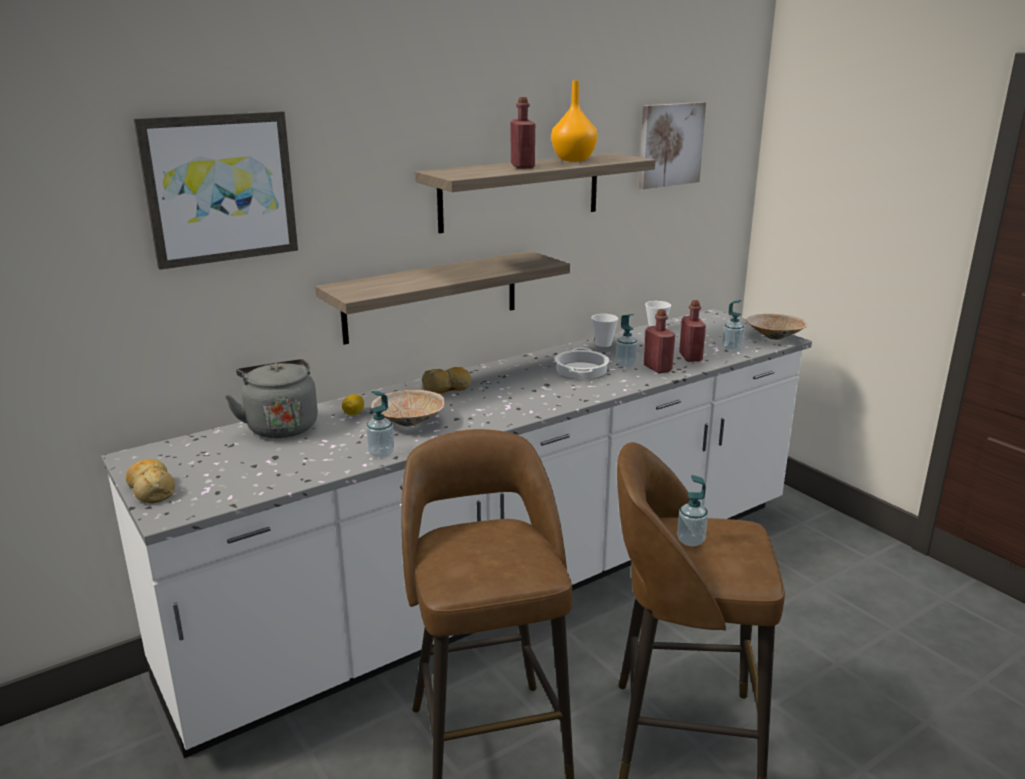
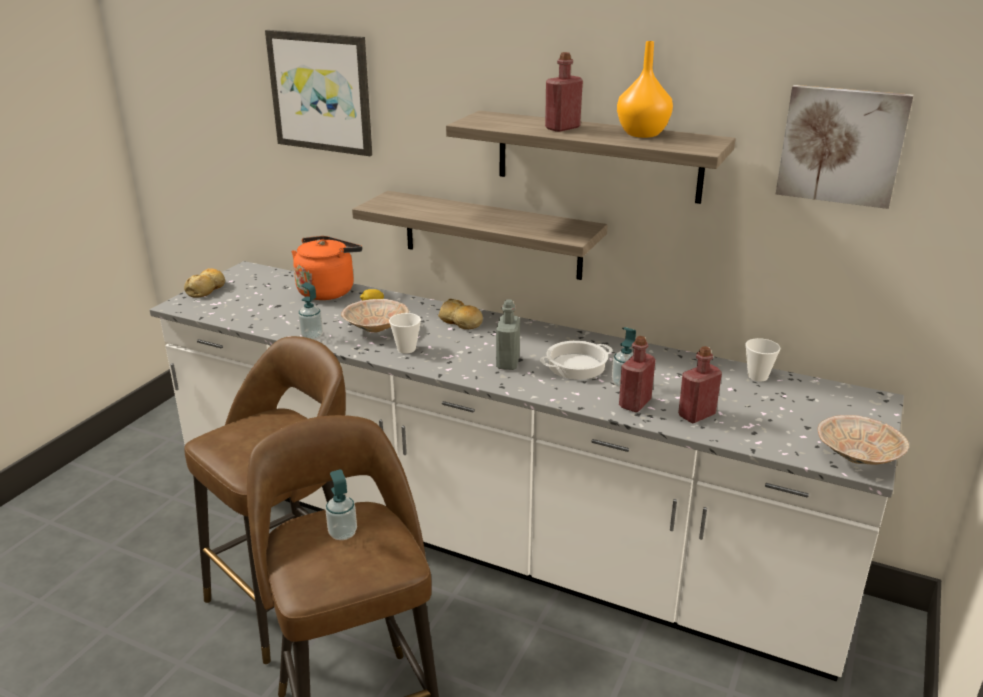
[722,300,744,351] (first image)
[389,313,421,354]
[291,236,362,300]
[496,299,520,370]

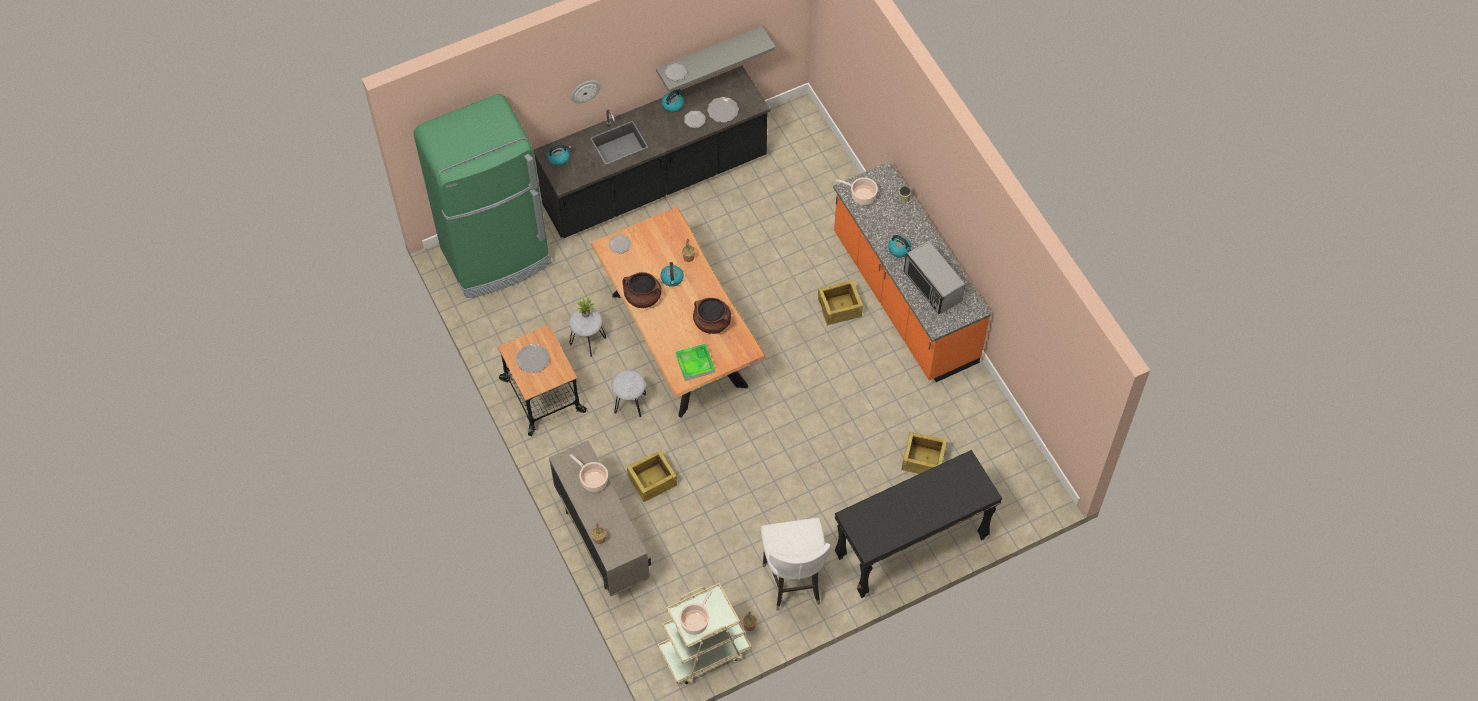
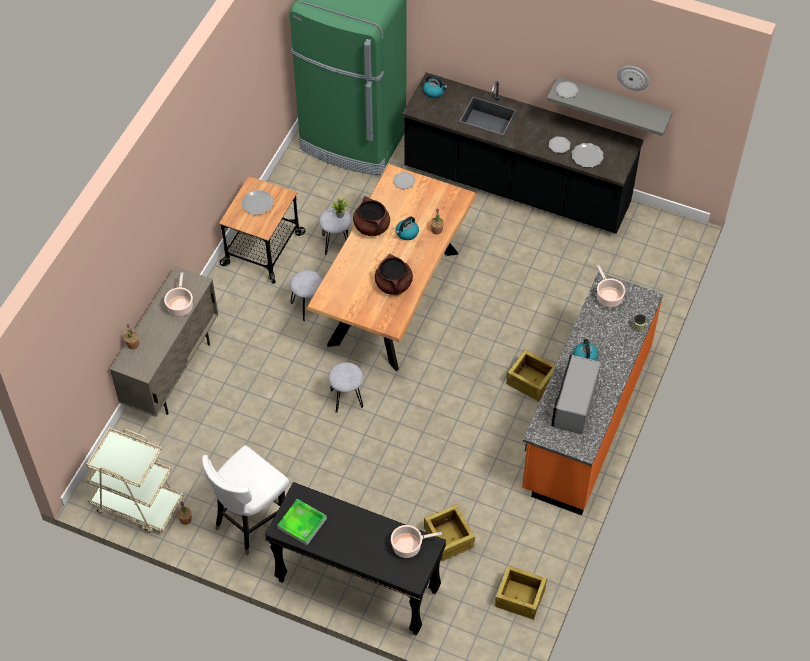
[617,66,649,91]
[662,88,684,112] (first image)
[277,499,327,545]
[495,565,547,620]
[391,525,442,558]
[328,362,363,413]

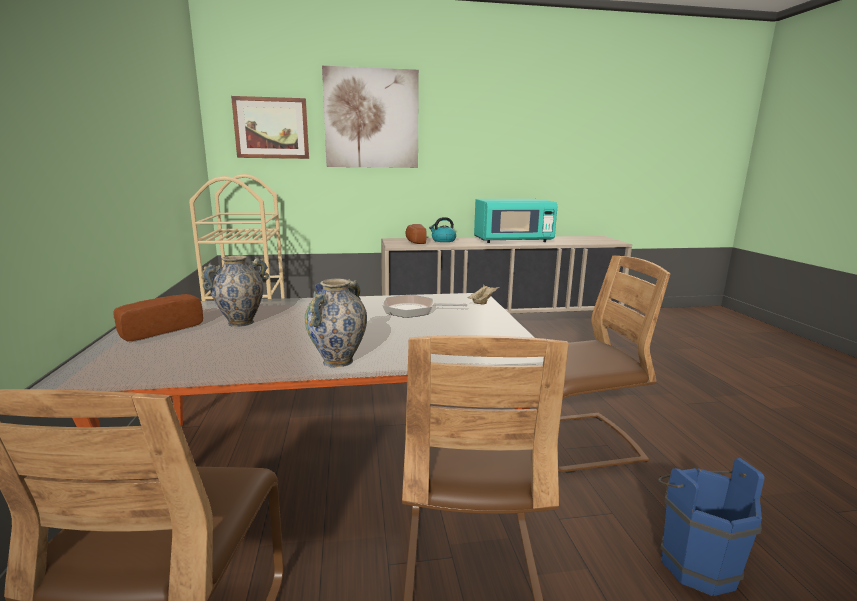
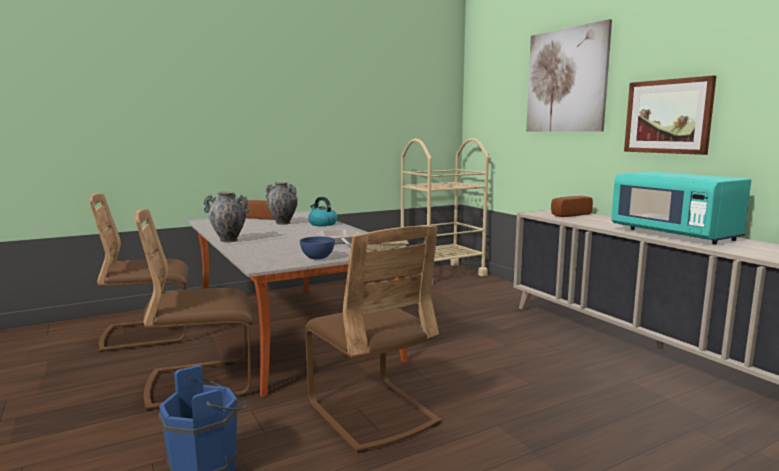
[624,76,716,155]
[308,197,337,226]
[300,236,335,259]

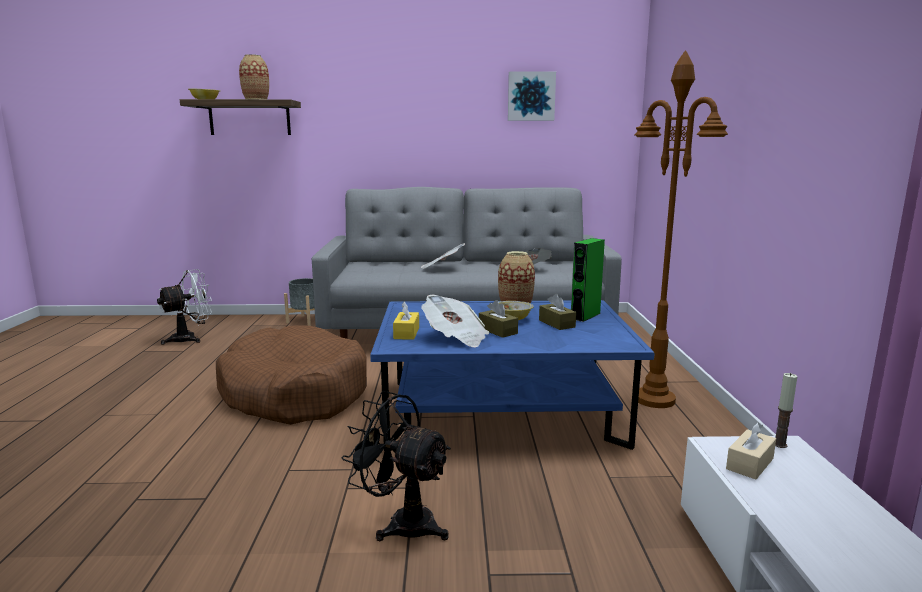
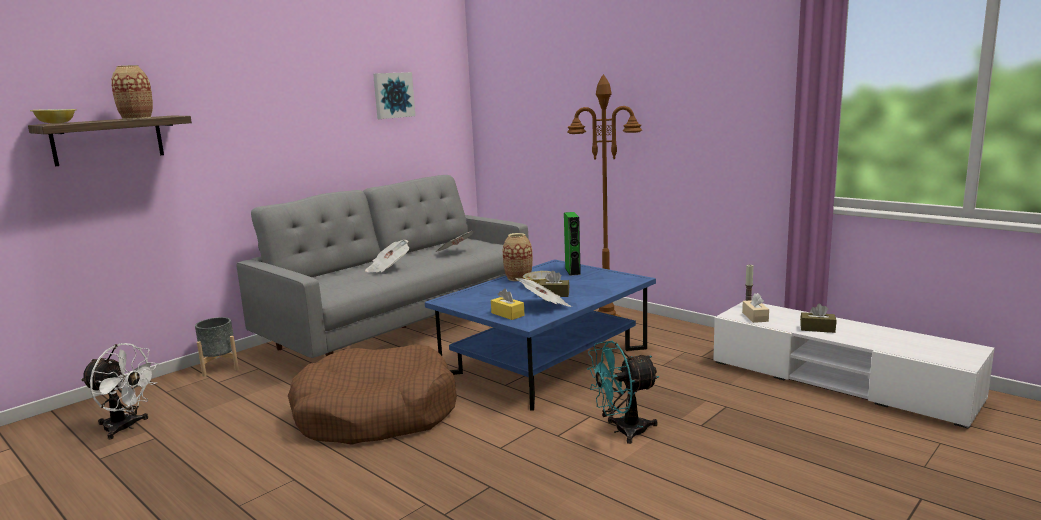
[81,343,158,440]
[800,304,836,333]
[587,341,659,444]

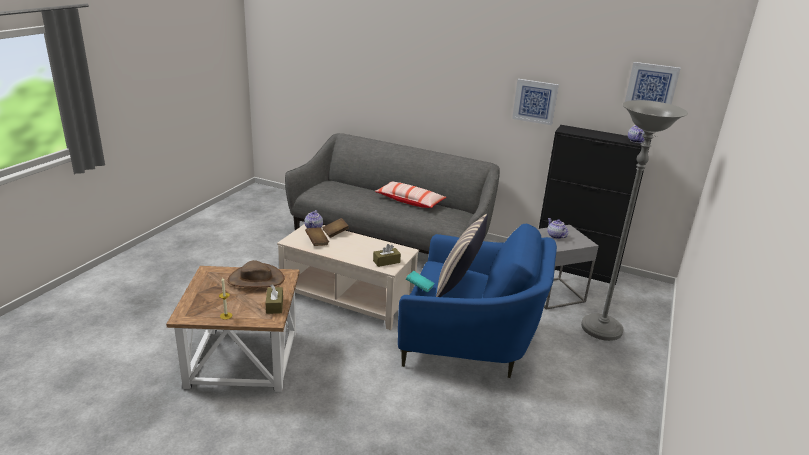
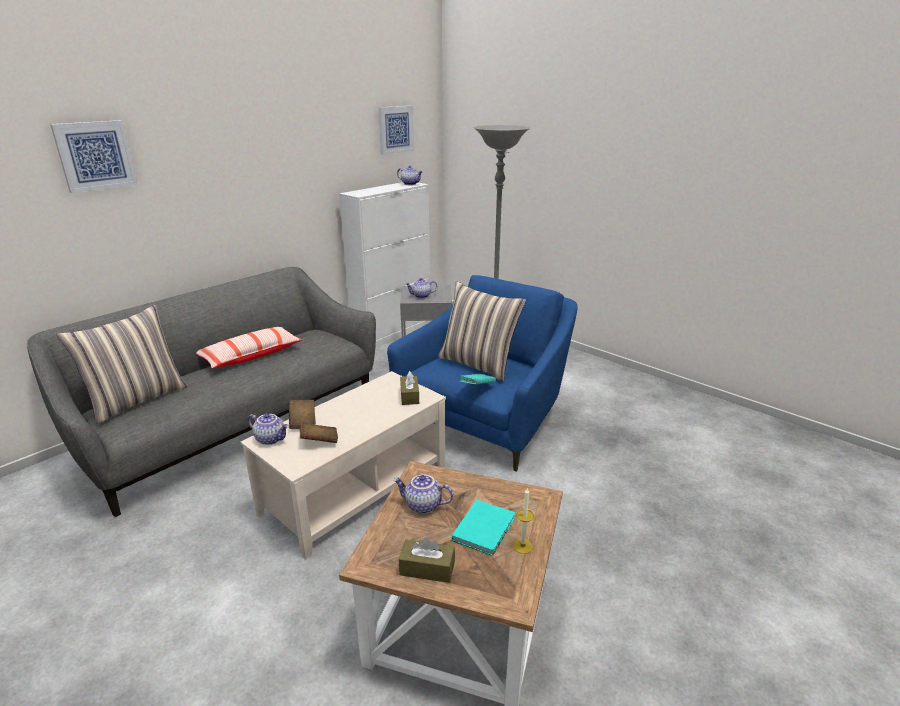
[50,120,138,193]
[339,182,431,348]
[393,475,453,514]
[399,537,455,583]
[57,305,188,424]
[452,500,515,556]

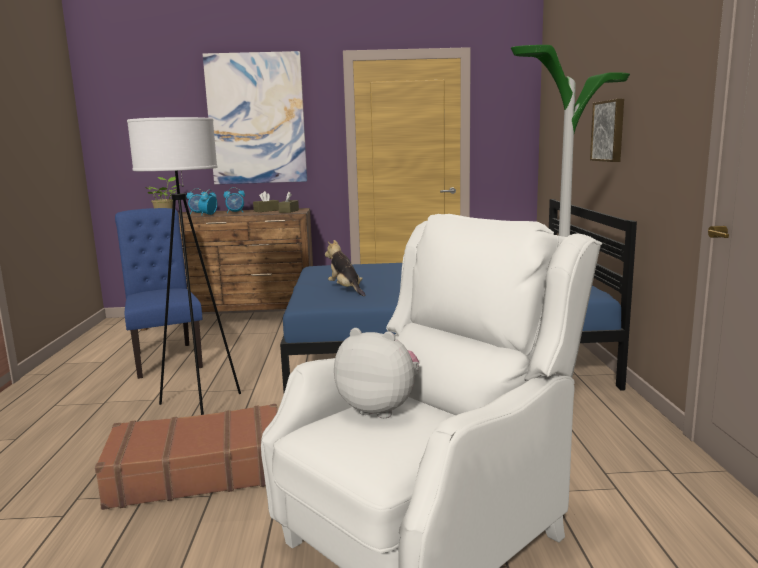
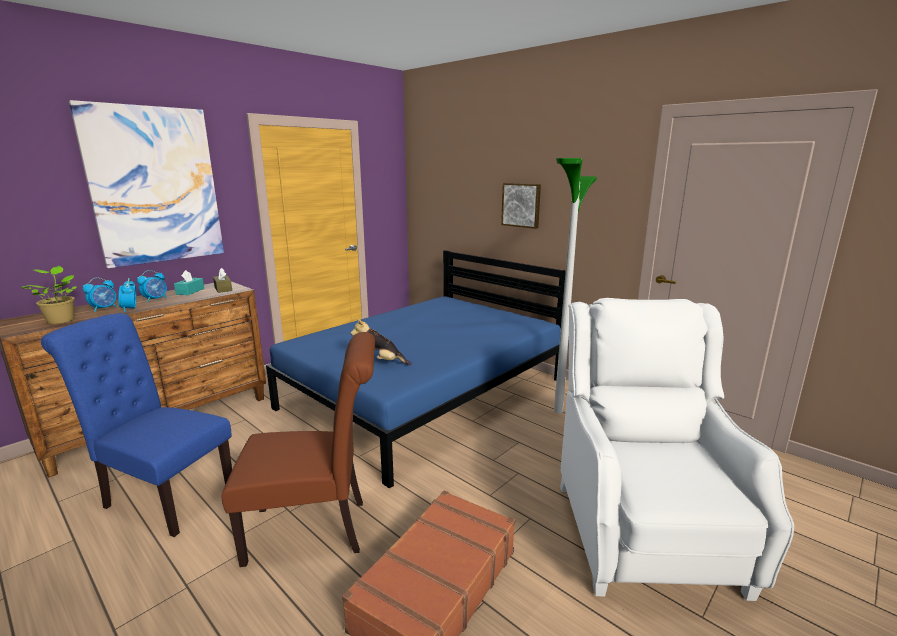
[222,332,375,567]
[174,270,204,295]
[334,328,419,418] (first image)

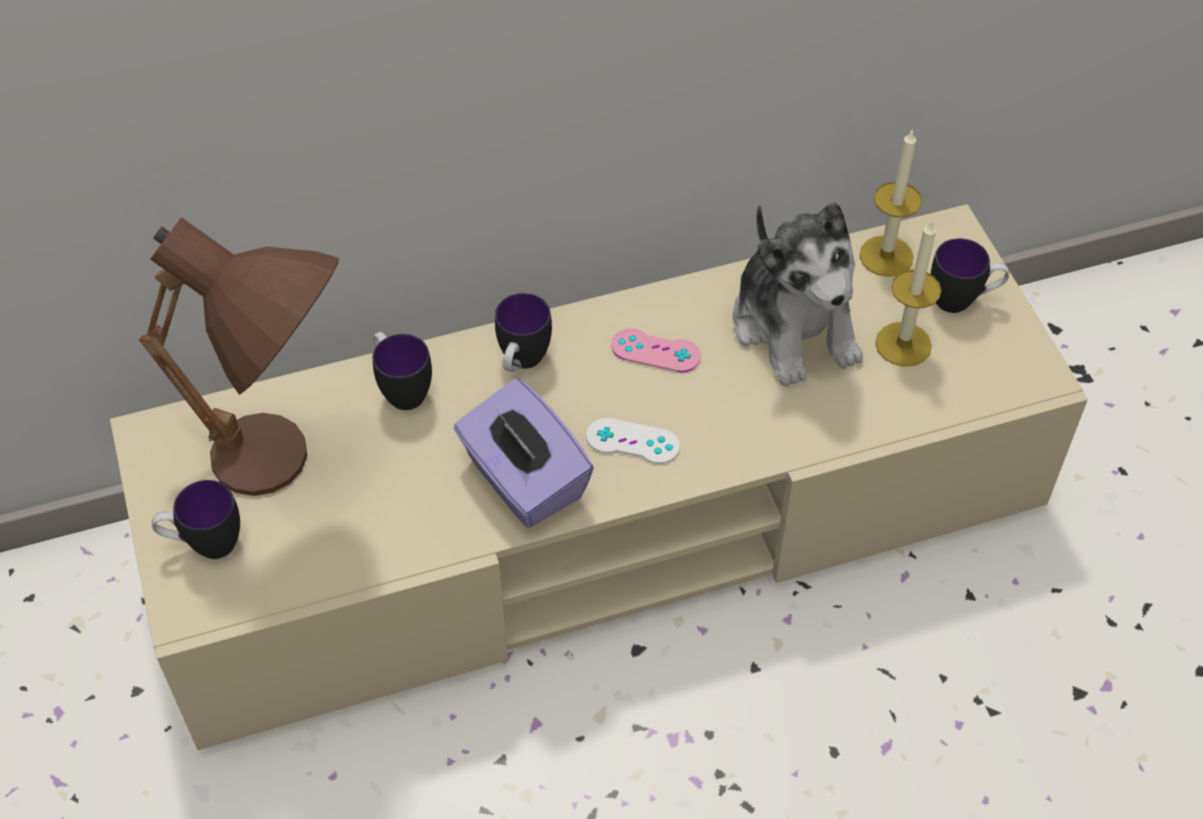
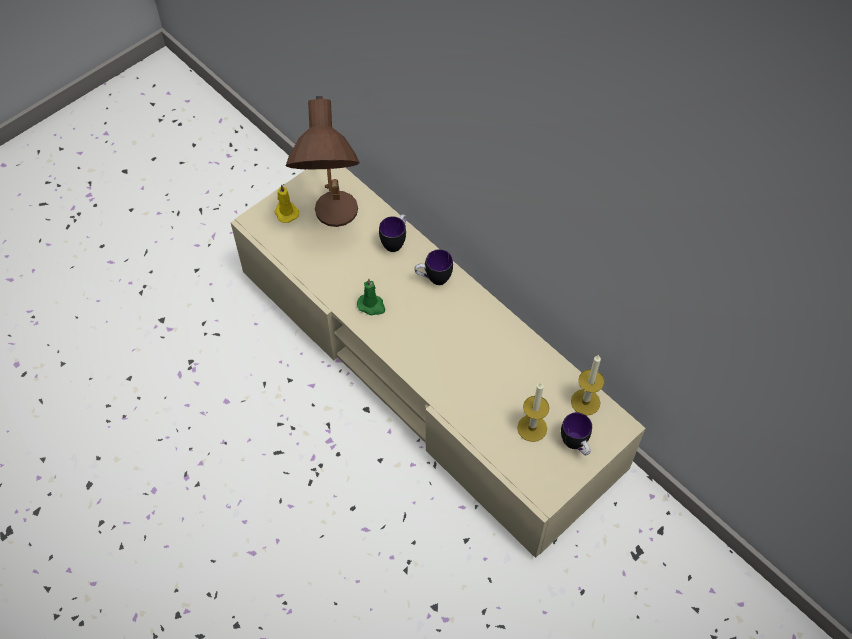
[733,202,863,387] (first image)
[611,328,701,372] (first image)
[357,279,385,315]
[586,418,680,464] (first image)
[274,184,299,223]

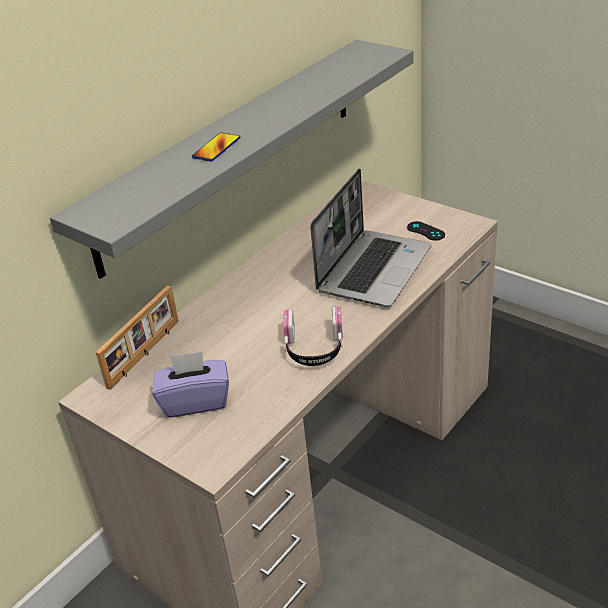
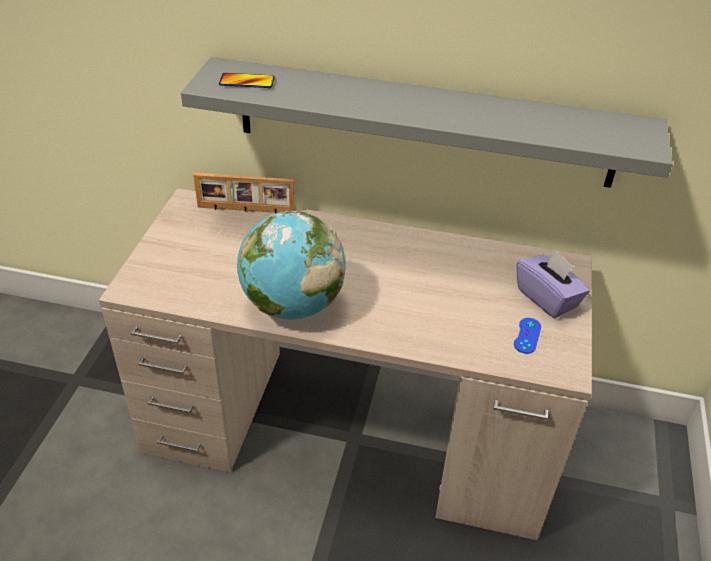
[219,73,275,88]
[310,168,432,307] (first image)
[514,318,541,354]
[237,211,345,319]
[516,250,590,318]

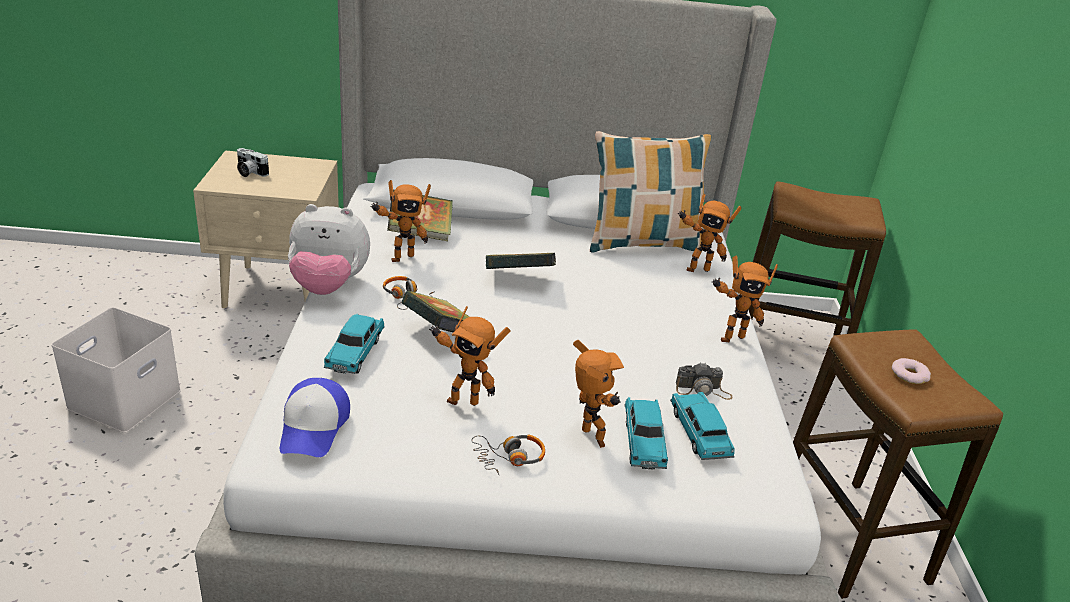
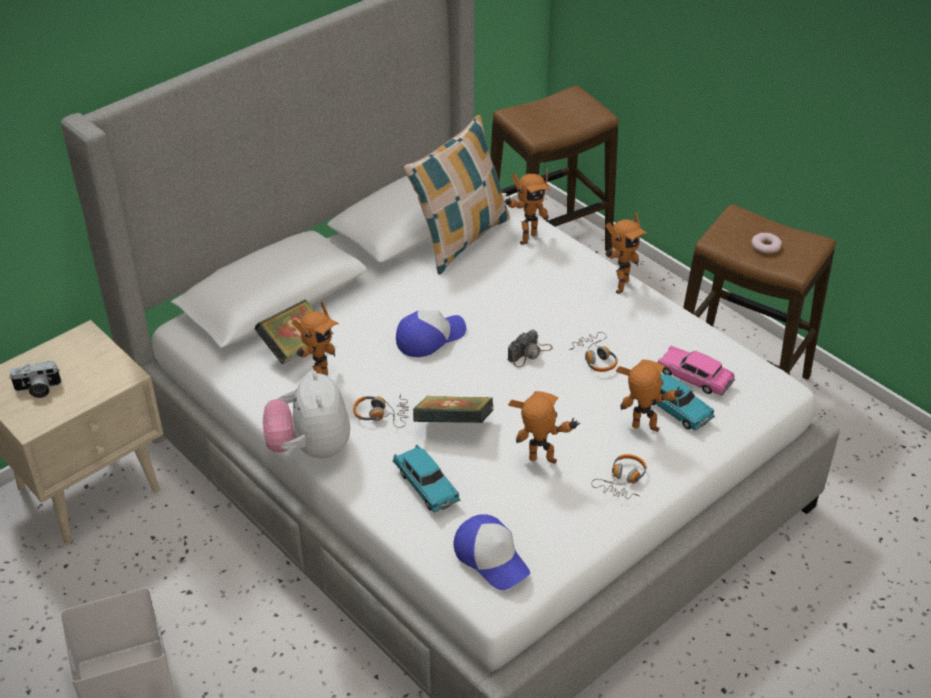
[262,371,350,459]
[396,310,466,357]
[508,391,580,464]
[508,330,553,367]
[658,346,735,395]
[569,332,618,372]

